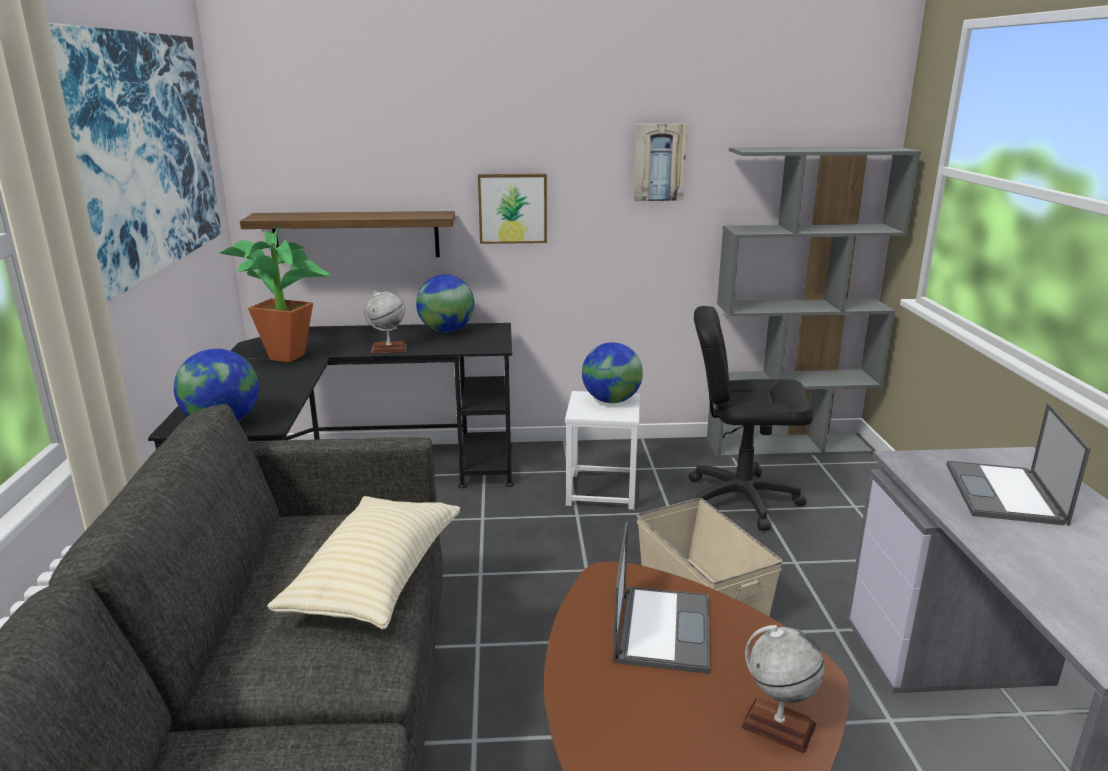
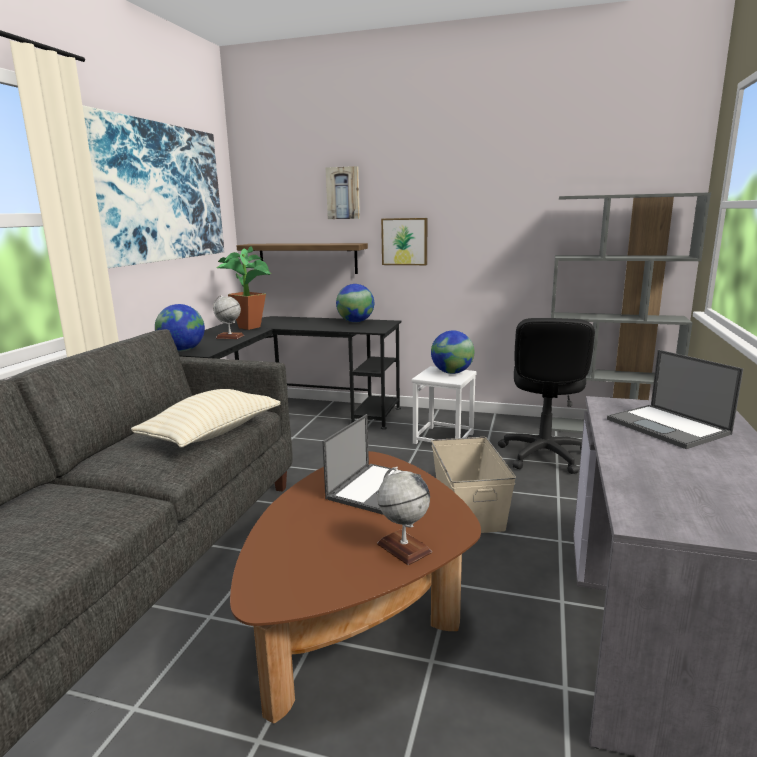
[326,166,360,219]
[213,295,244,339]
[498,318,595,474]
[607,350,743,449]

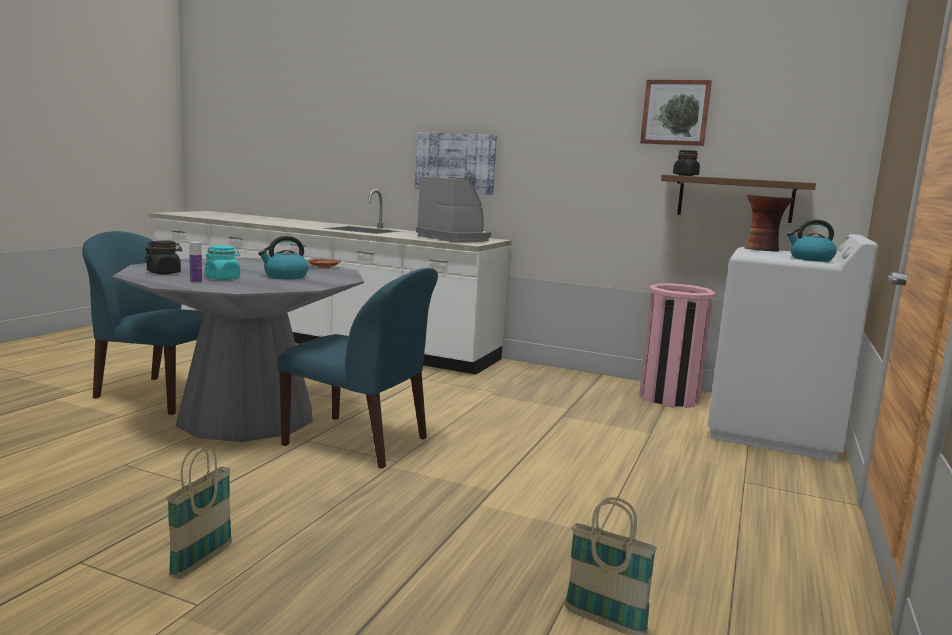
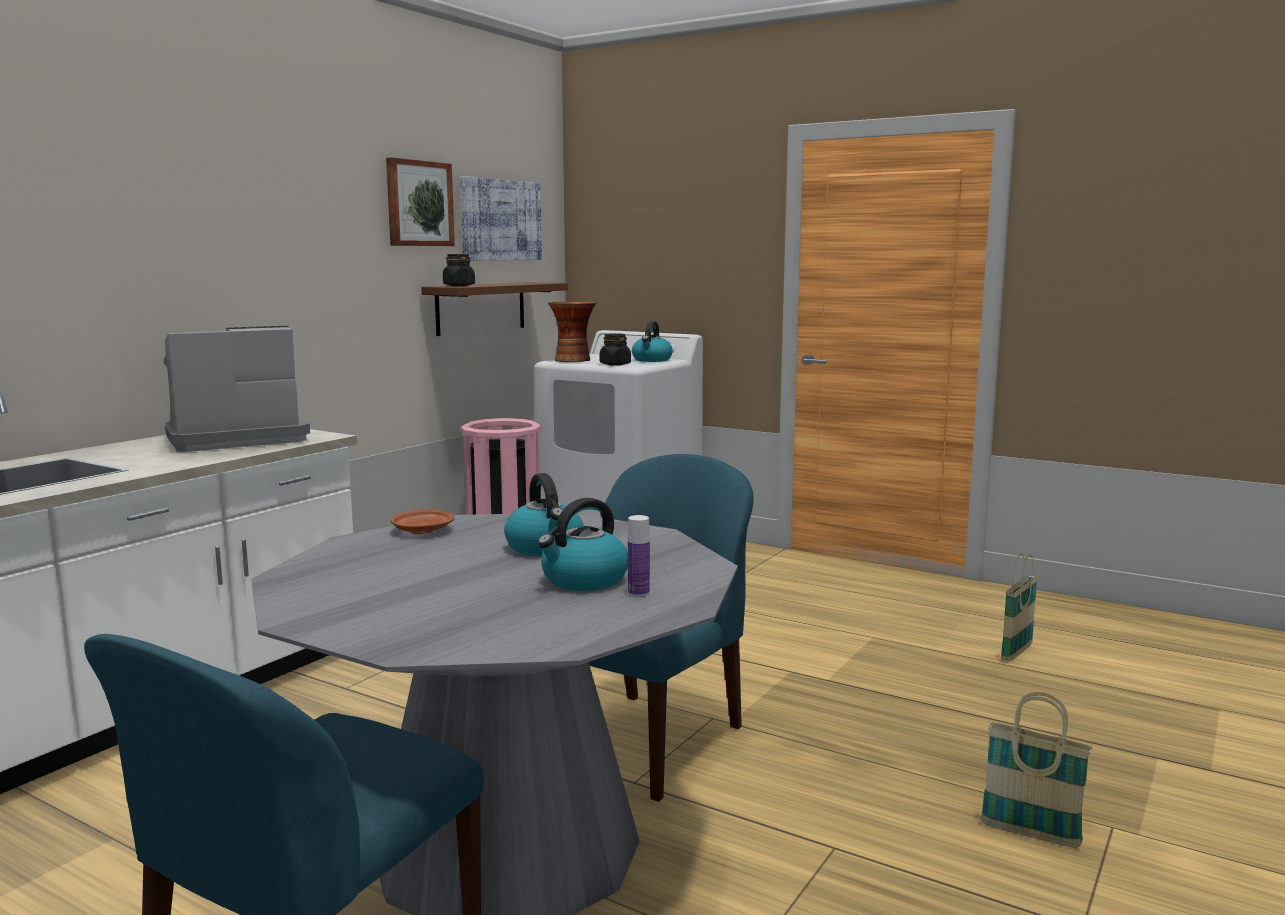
[460,176,542,261]
[600,333,631,366]
[538,498,628,591]

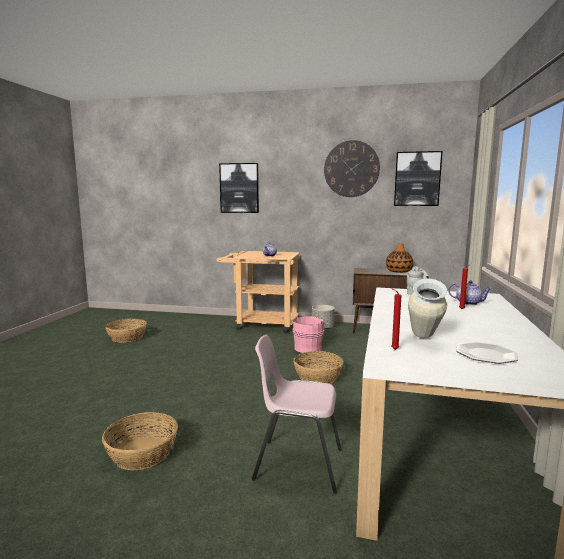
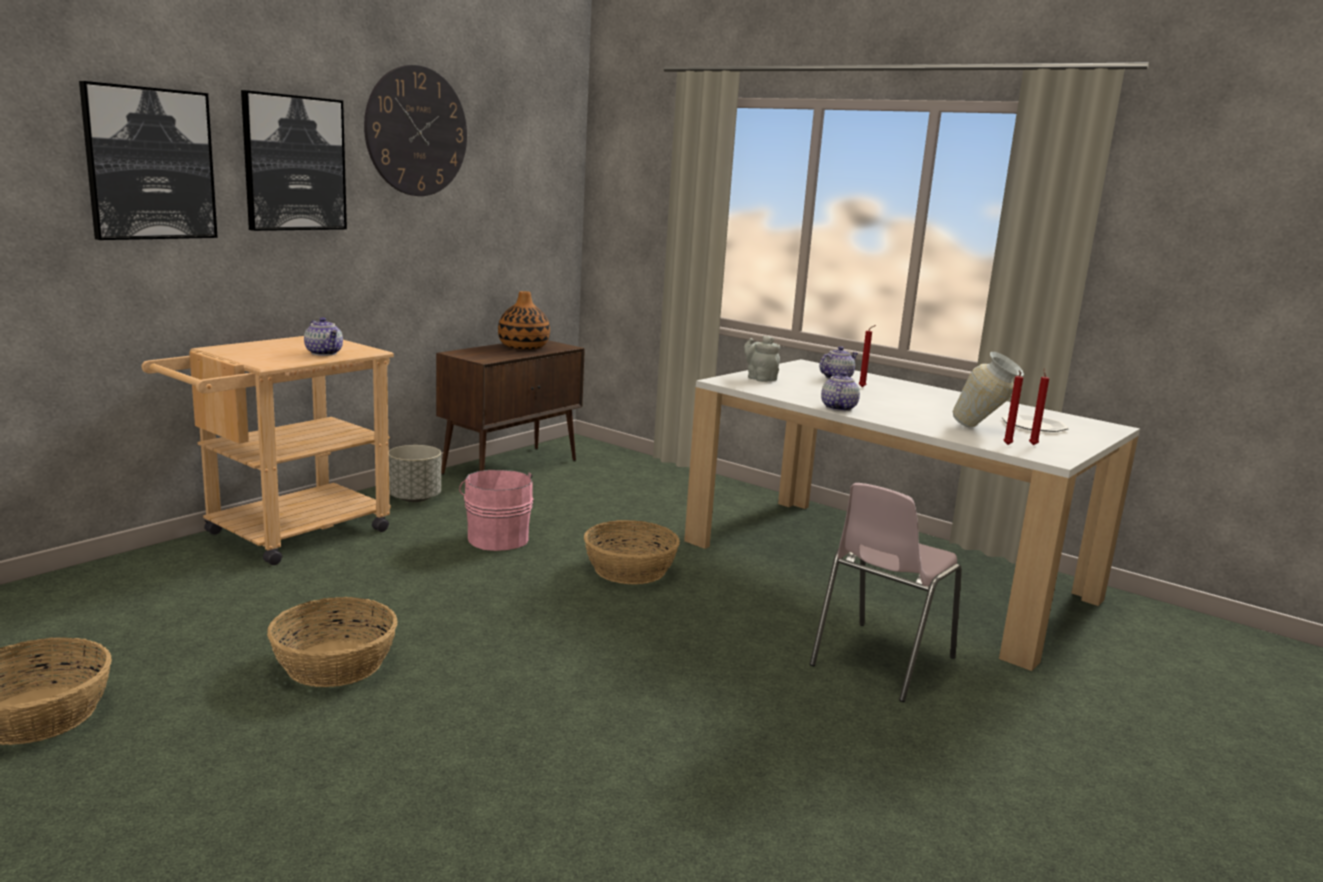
[241,90,347,231]
[267,597,398,687]
[1029,368,1049,445]
[821,372,860,411]

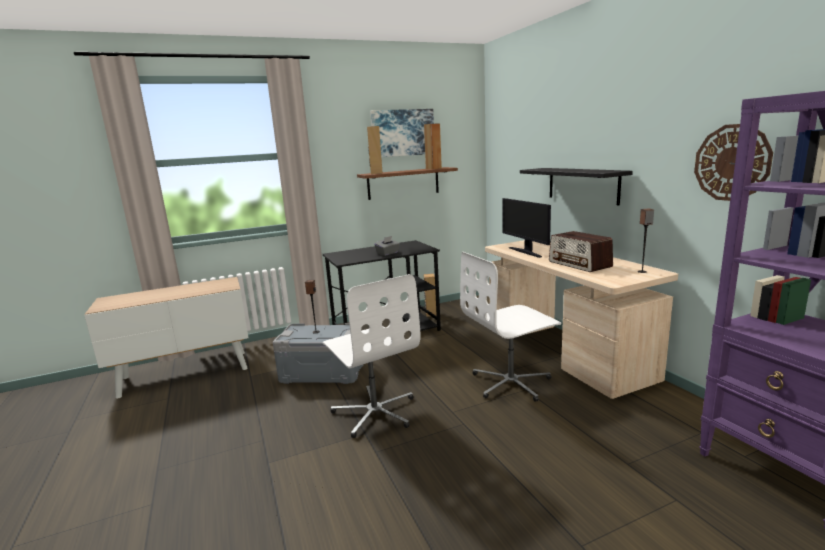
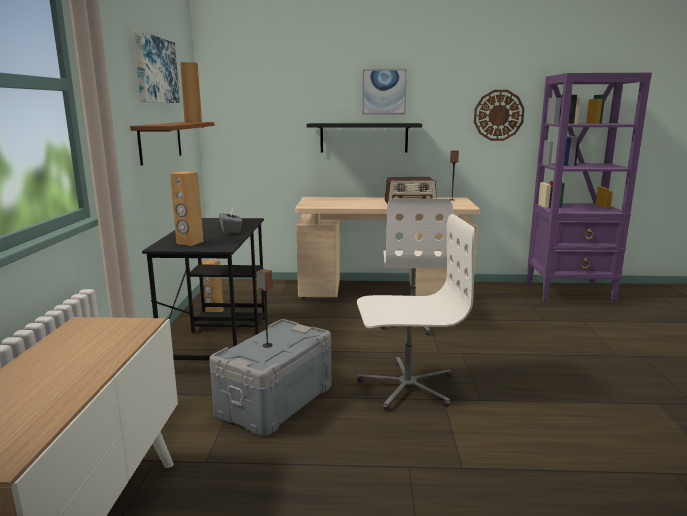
[170,171,204,246]
[502,198,551,258] (first image)
[363,69,407,115]

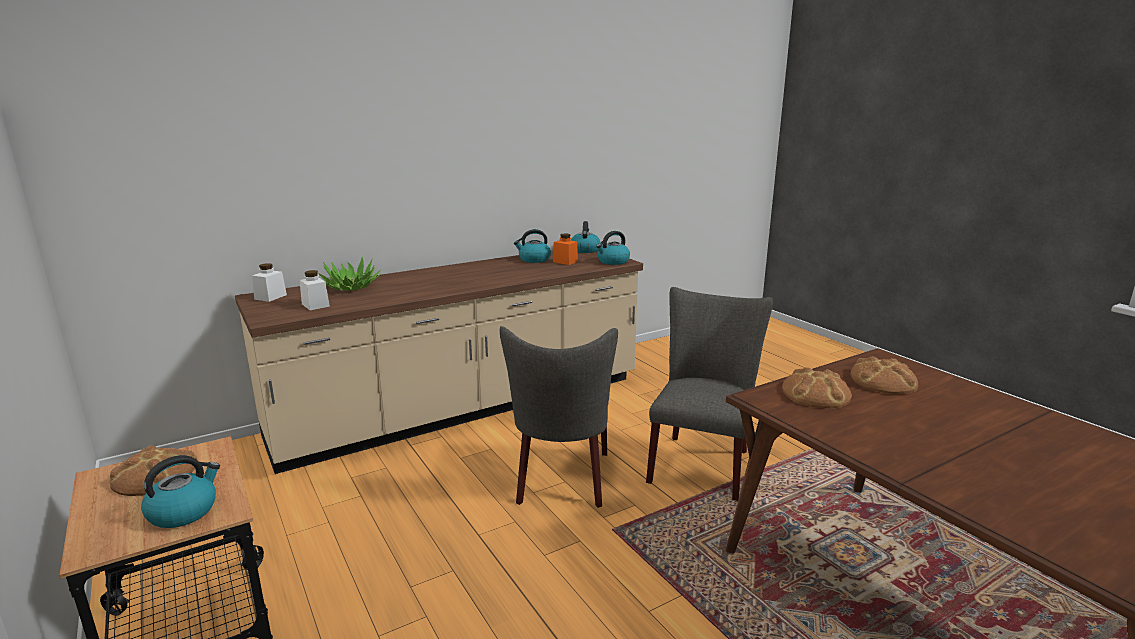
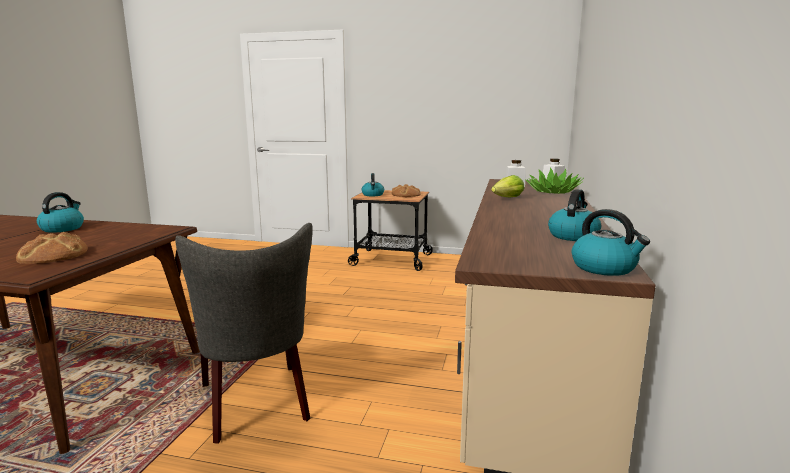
[37,192,84,233]
[553,233,578,265] (first image)
[500,326,618,508] (first image)
[782,367,852,409] (first image)
[491,175,524,197]

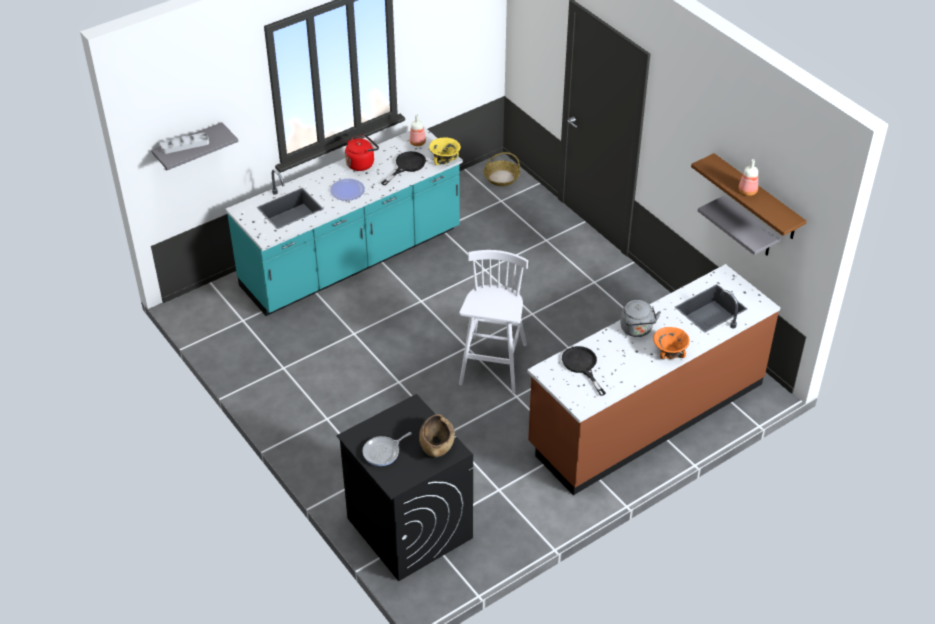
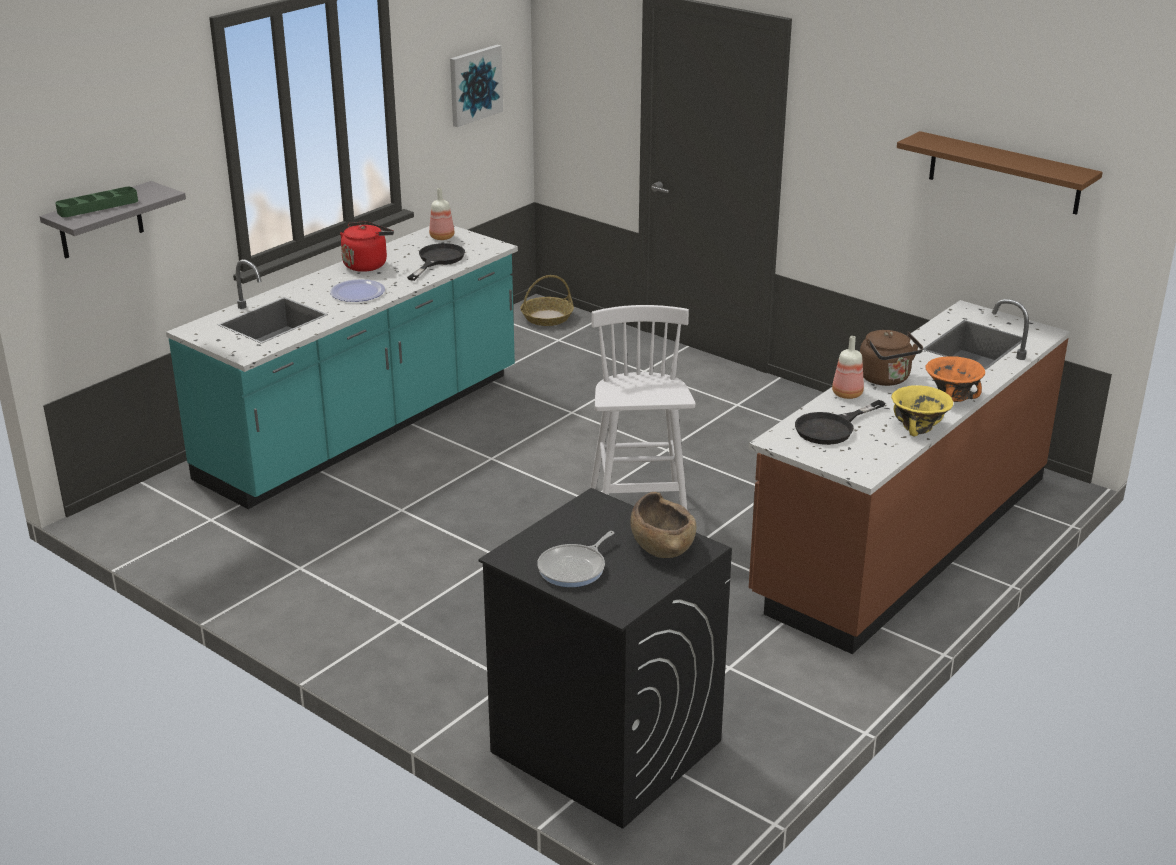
[55,187,138,217]
[891,385,953,436]
[832,336,864,399]
[698,195,781,256] (first image)
[860,330,923,386]
[795,400,886,445]
[450,45,503,127]

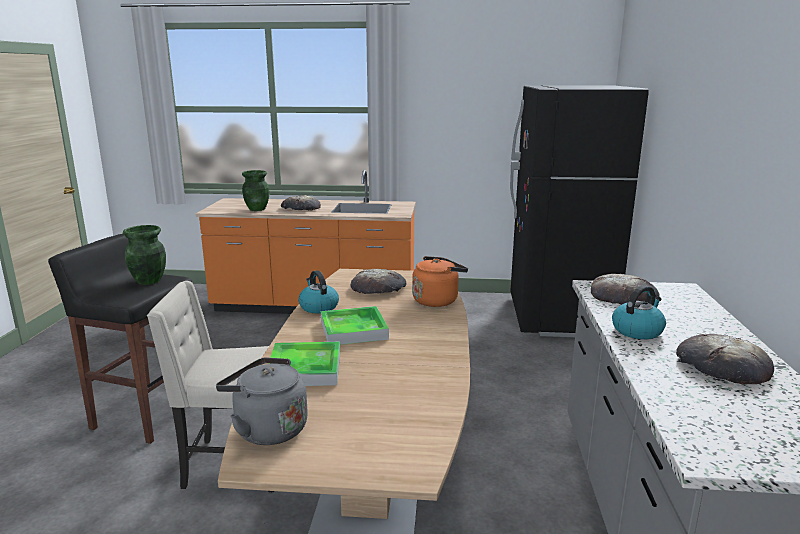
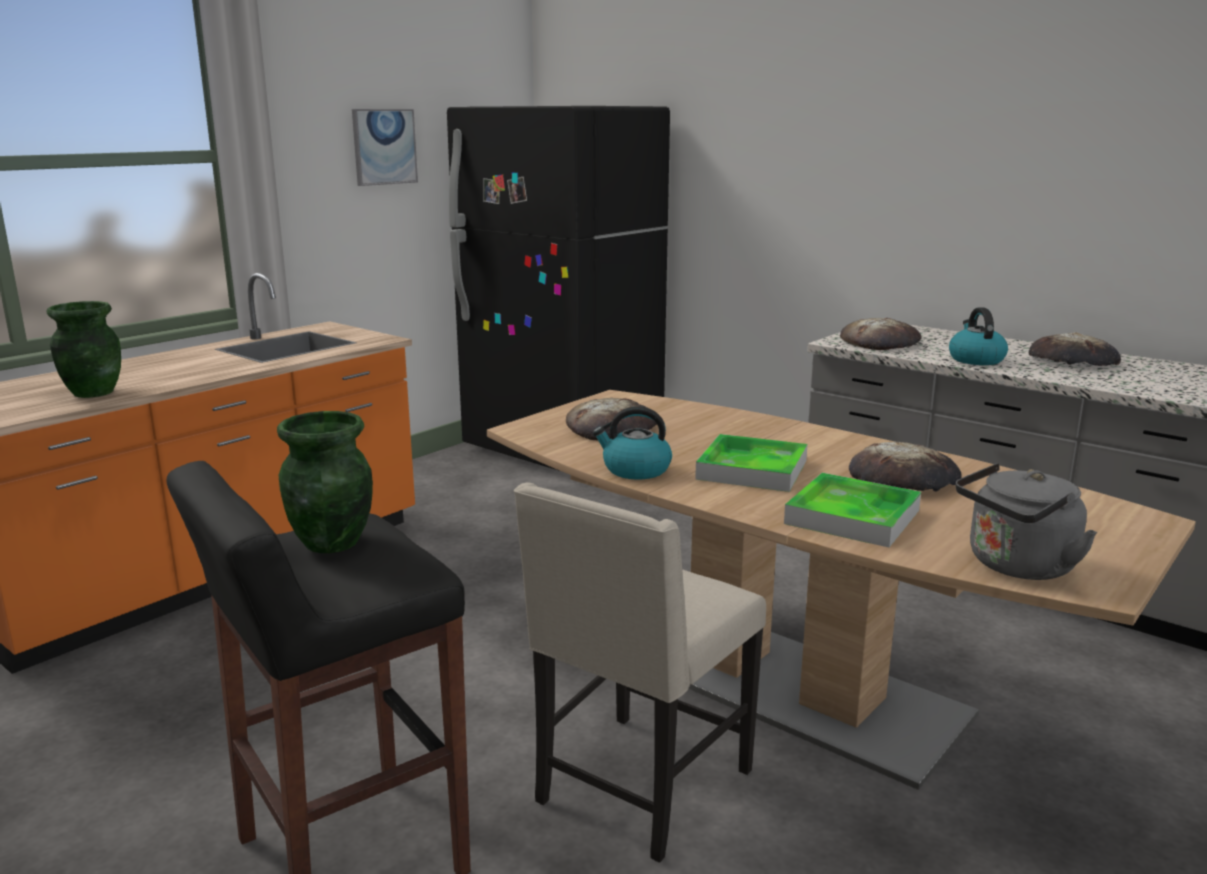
[849,442,962,492]
[412,256,468,307] (first image)
[352,109,418,186]

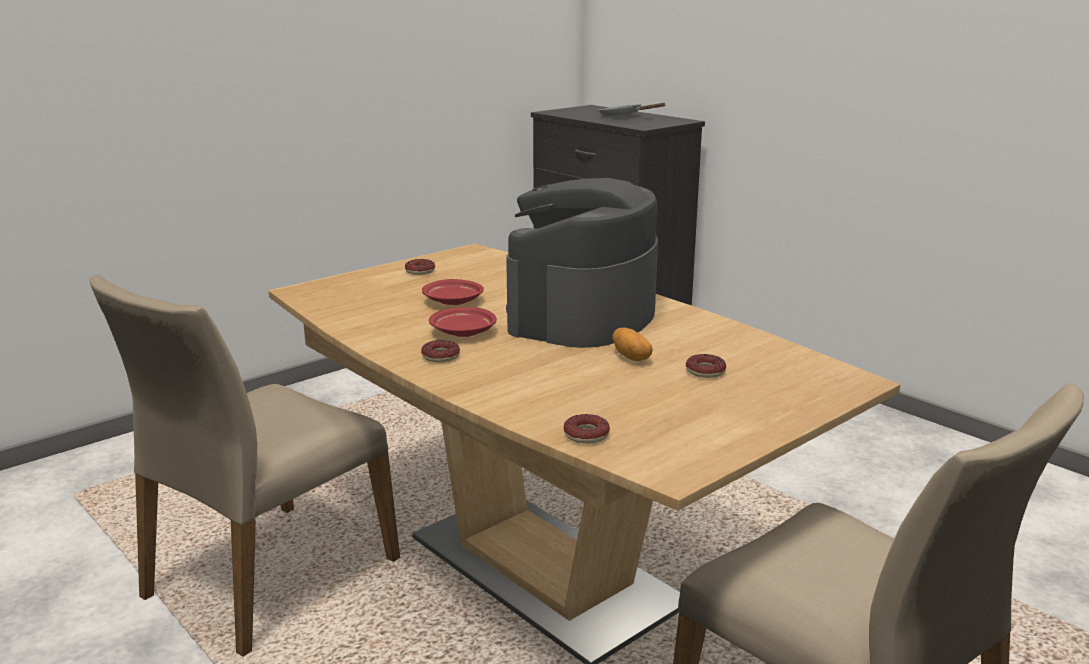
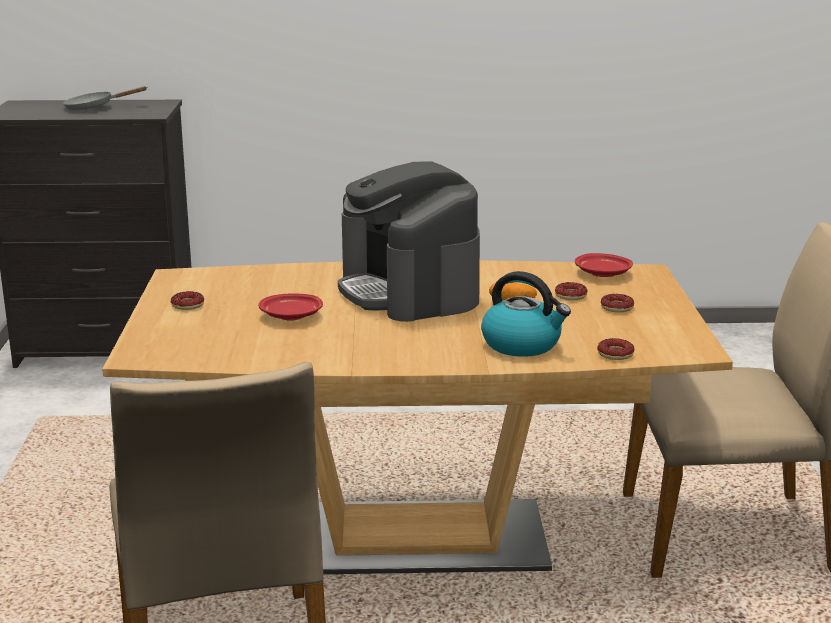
[575,253,633,277]
[601,294,634,313]
[481,271,571,357]

